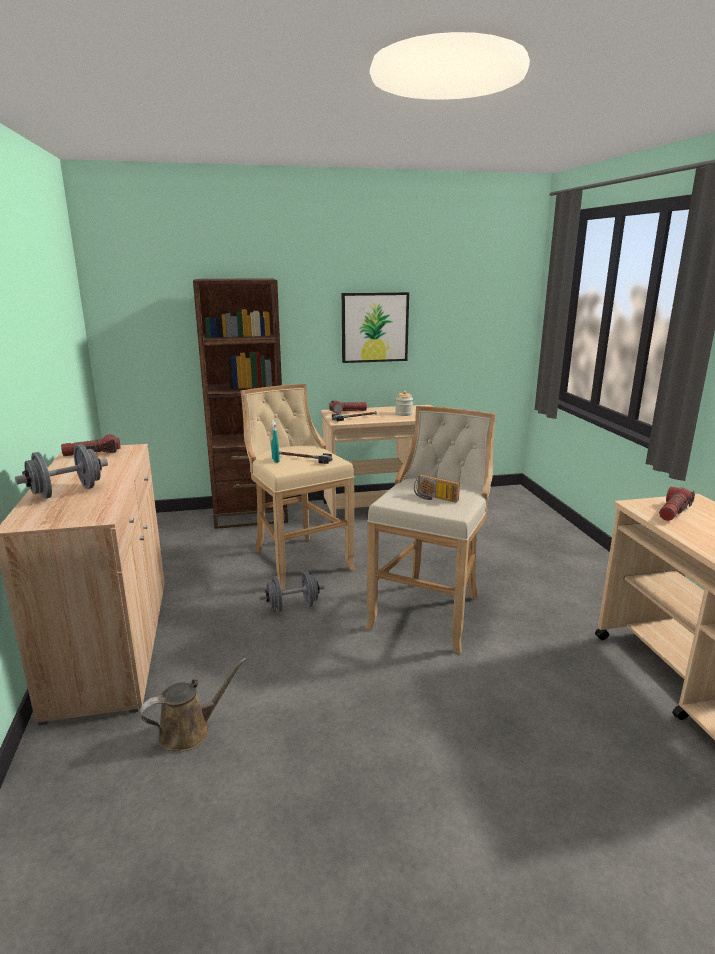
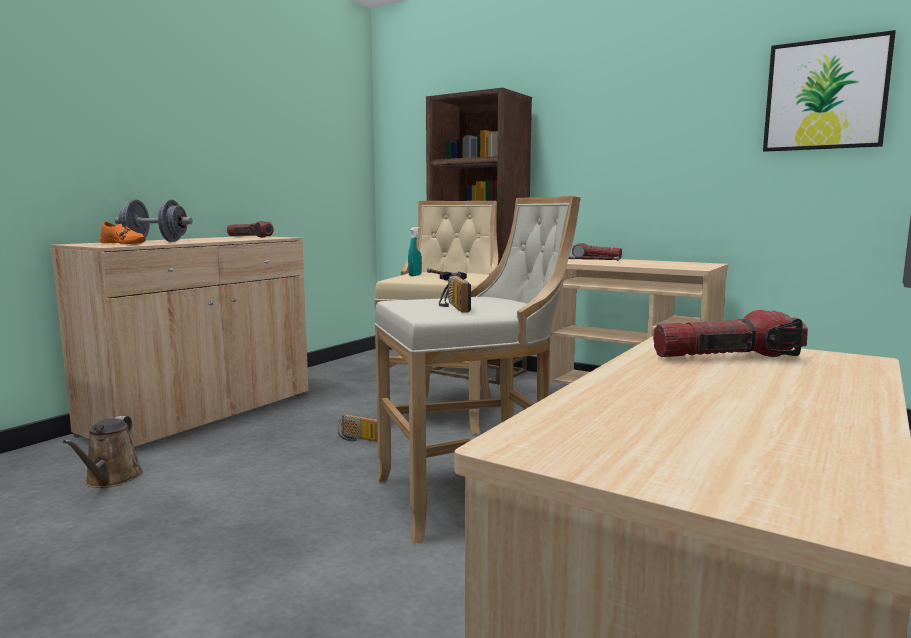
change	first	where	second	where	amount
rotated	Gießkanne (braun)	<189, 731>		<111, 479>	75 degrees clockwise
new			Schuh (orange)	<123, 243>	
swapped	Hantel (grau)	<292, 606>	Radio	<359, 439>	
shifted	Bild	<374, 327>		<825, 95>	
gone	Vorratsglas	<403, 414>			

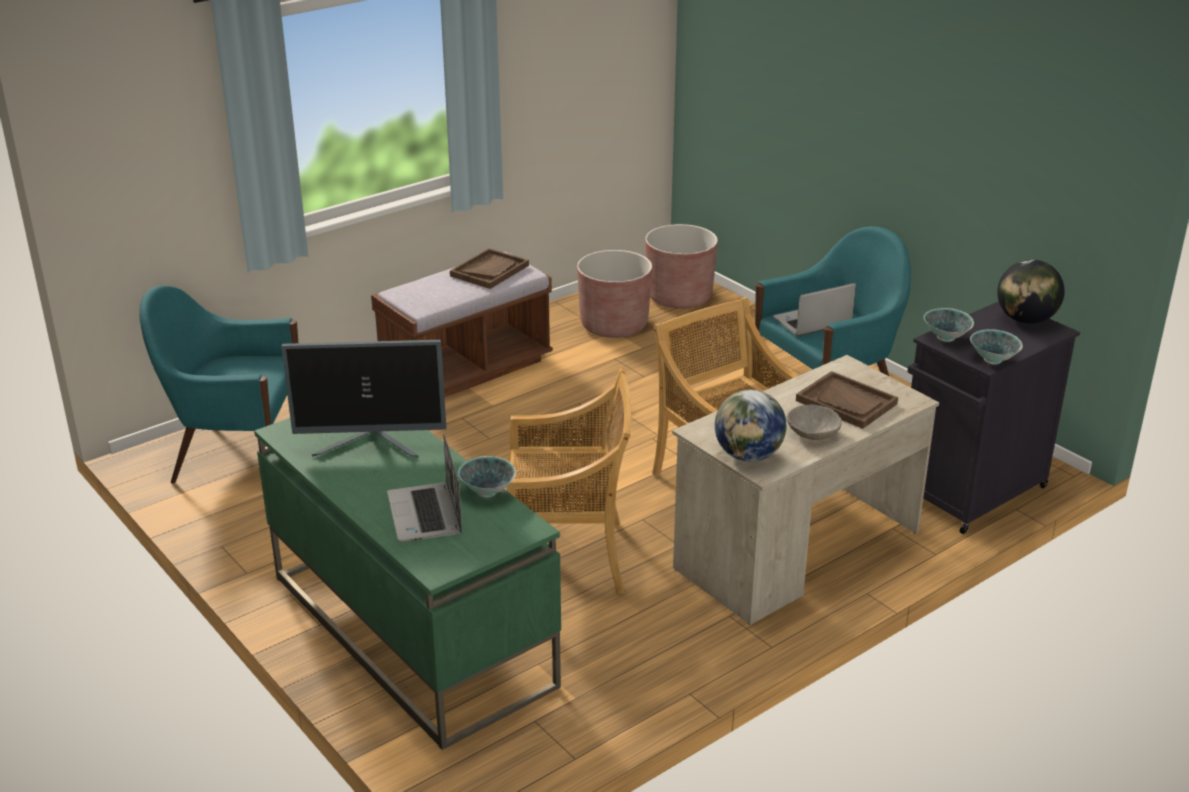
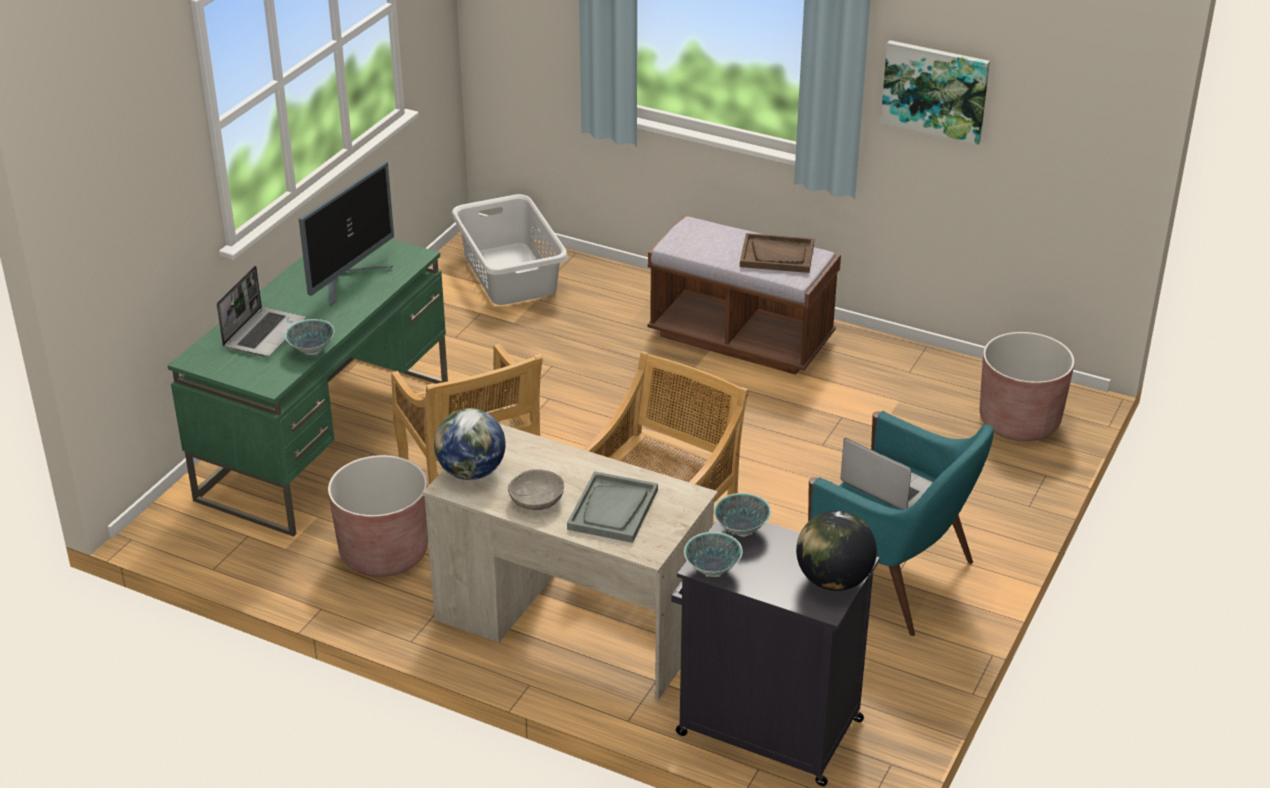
change	first	where	second	where	amount
rotated	Laptop	<426, 515>		<264, 333>	150 degrees clockwise
rotated	Monitor	<371, 445>		<349, 279>	120 degrees counterclockwise
shifted	Pflanzkübel (braun)	<614, 325>		<384, 553>	
swapped	Sessel (türkis)	<236, 453>	Wäschekorb (grau)	<511, 273>	
repainted	Tablett (braun)	<846, 402>	Tablett (grau)	<613, 510>	
new			Bild	<935, 90>	

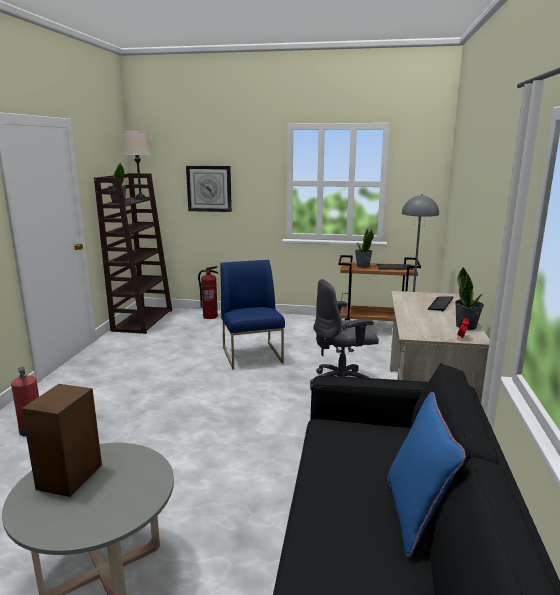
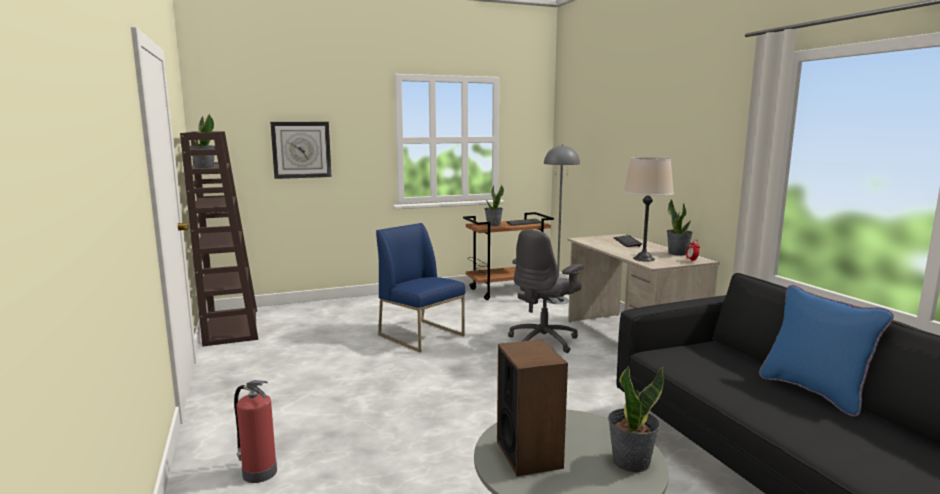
change	first	where	second	where	amount
new			Topfpflanze	<630, 461>	
shifted	Tischlampe (beige)	<140, 198>		<643, 259>	
gone	Feuerlöscher	<210, 316>			

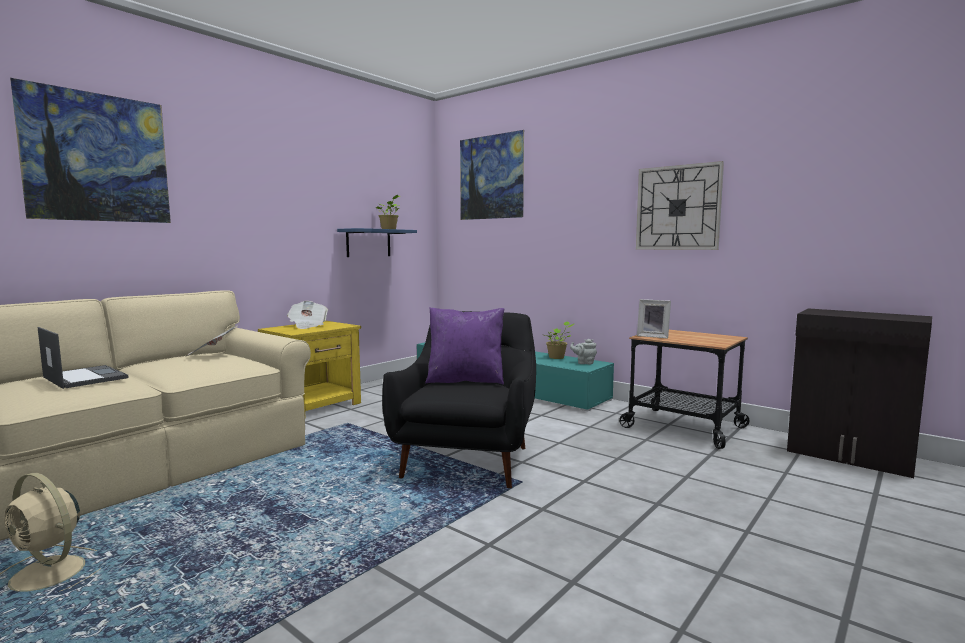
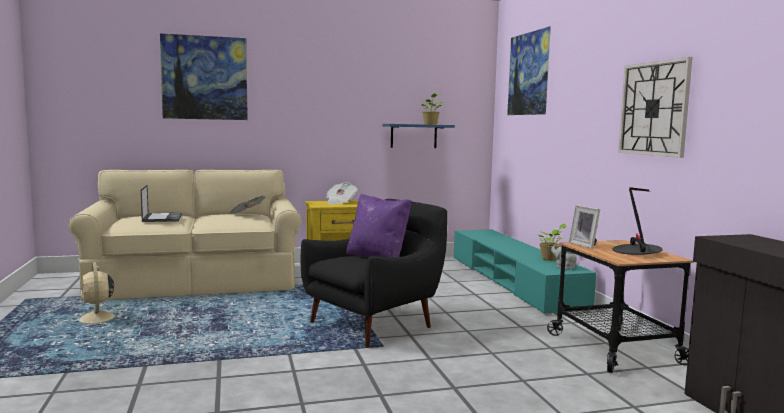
change	first	where	second	where	amount
new			Tischlampe	<636, 251>	

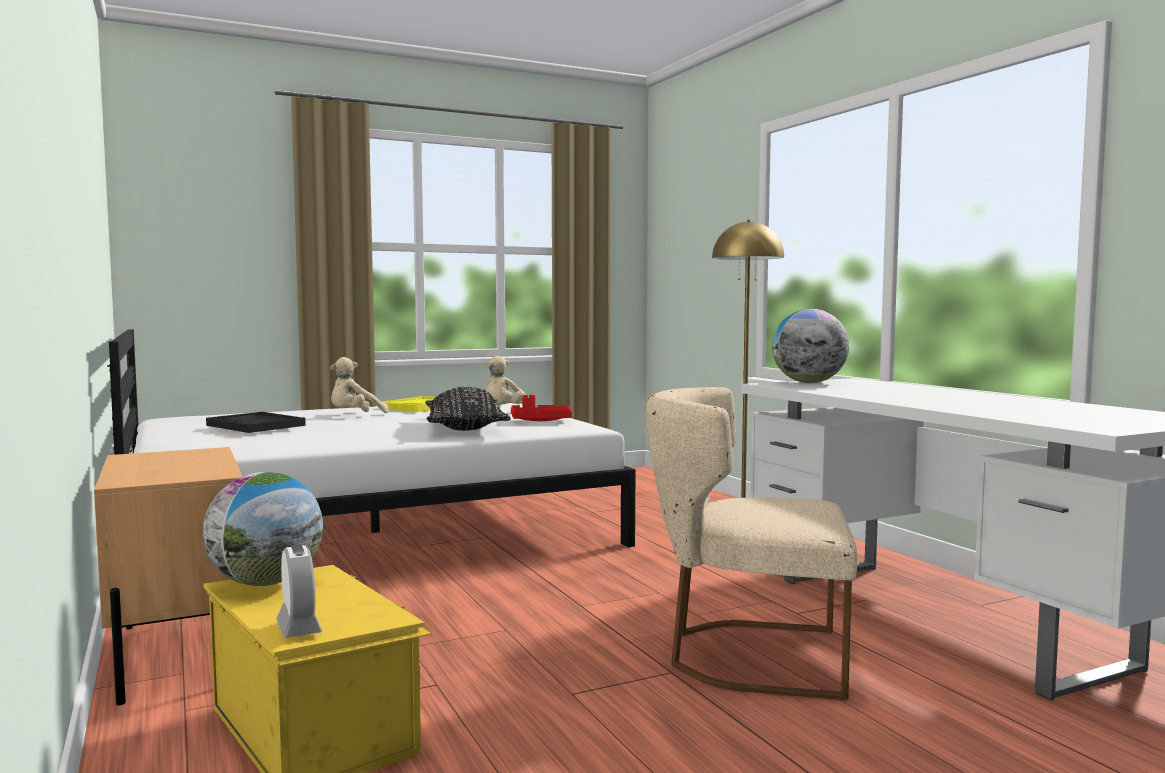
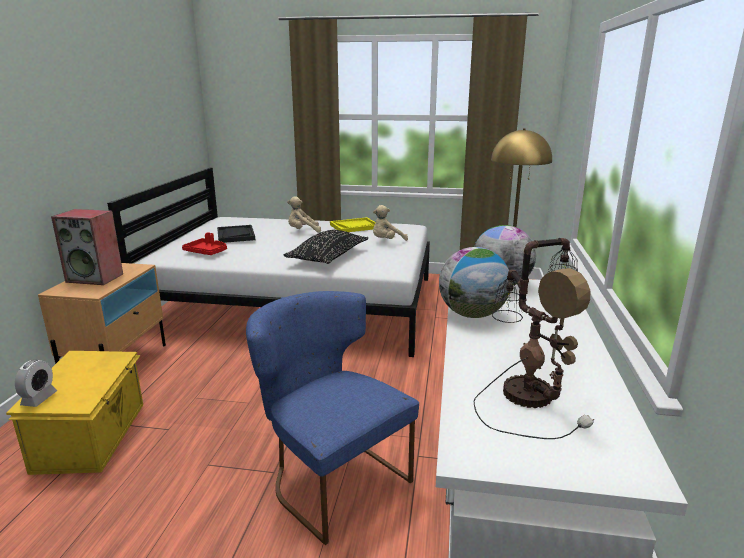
change	first	where	second	where	amount
new			Lautsprecher	<96, 278>	
shifted	Tablett (rot)	<540, 421>		<207, 252>	
repainted	Stuhl (beige)	<746, 655>	Stuhl (blau)	<330, 478>	
shifted	Globus	<266, 583>		<472, 314>	
new			Tischlampe	<527, 392>	

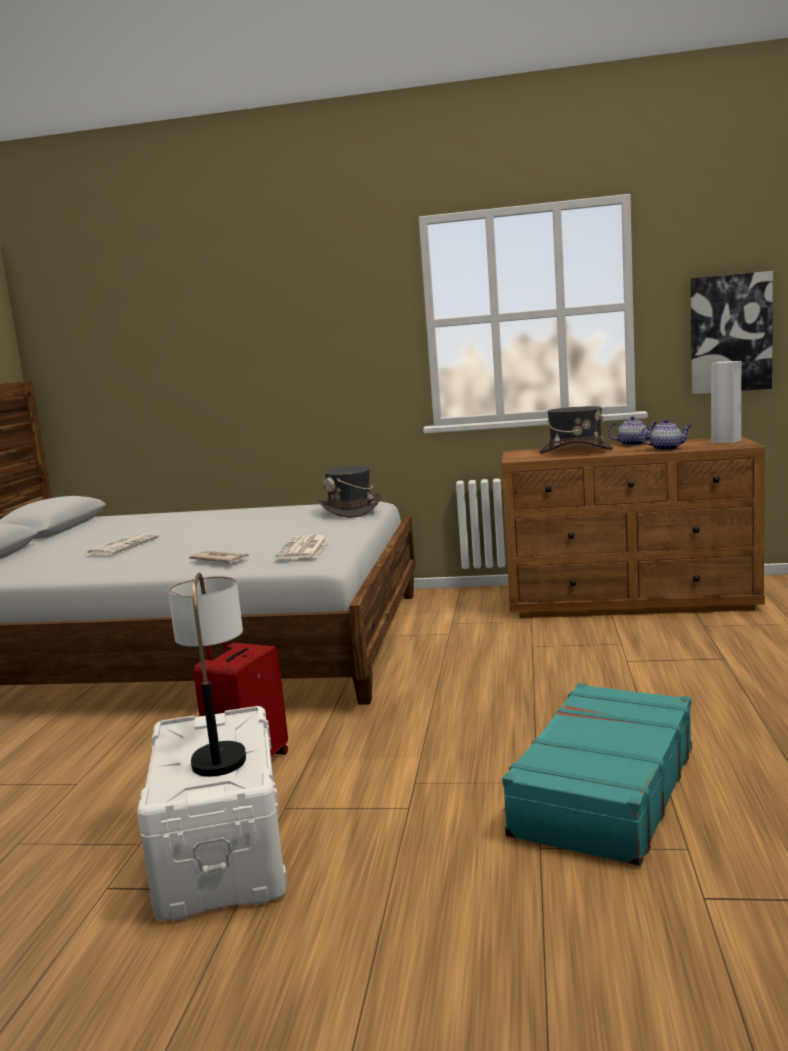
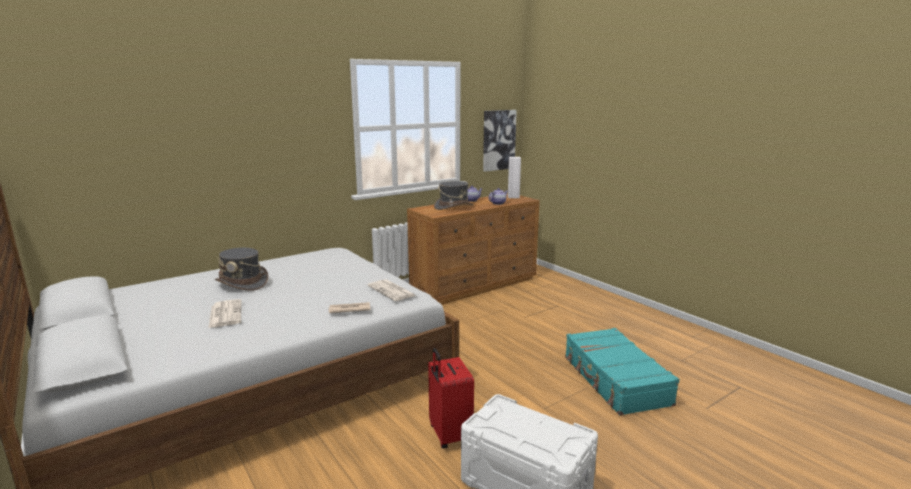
change	first	where	second	where	amount
shifted	Hut (grau)	<351, 511>		<242, 283>	
gone	Tischlampe	<221, 747>			

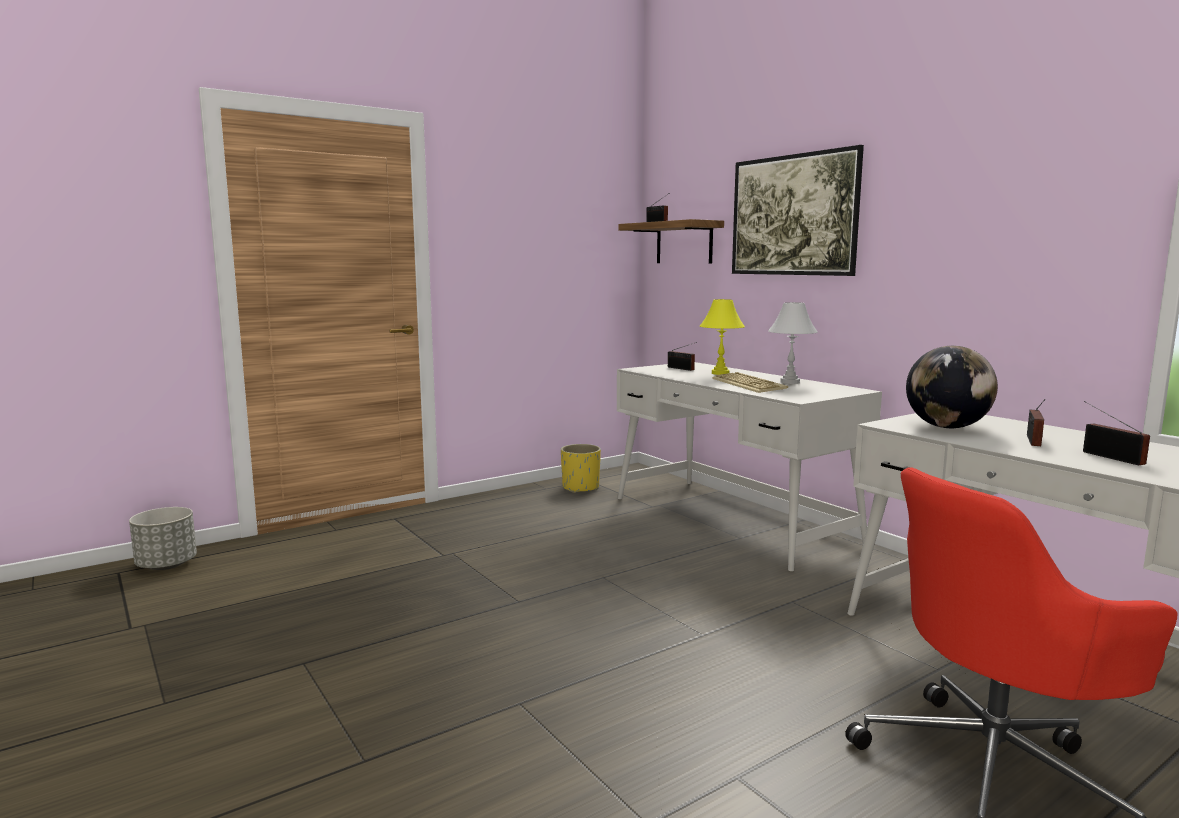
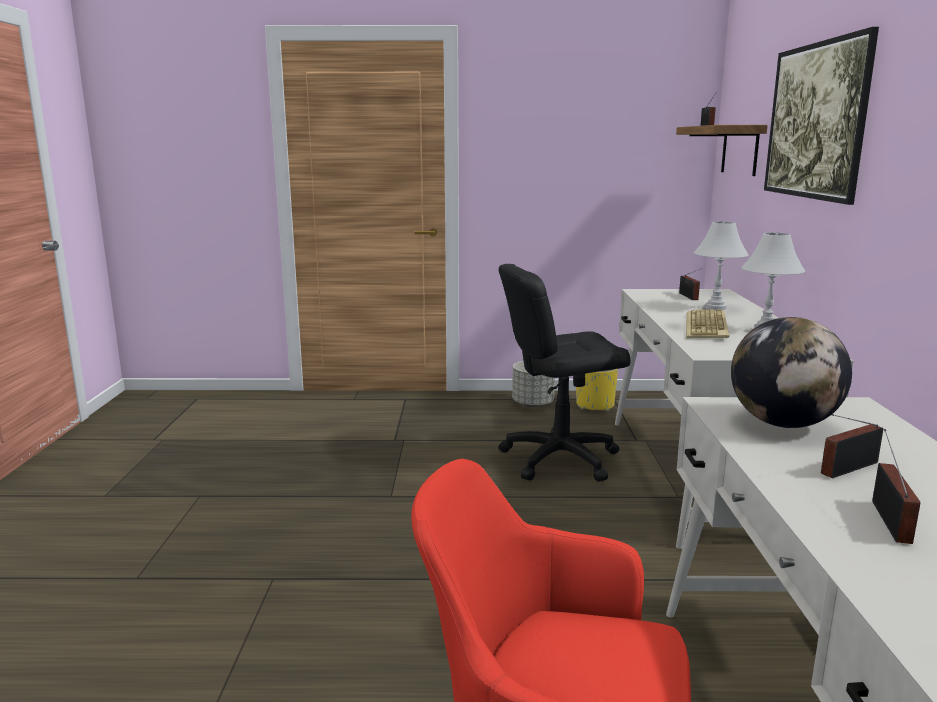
change	first	where	second	where	amount
new			Bürostuhl (schwarz)	<559, 458>	
shifted	Pflanzkübel (grau)	<166, 565>		<533, 404>	
repainted	Tischlampe (gelb)	<720, 373>	Tischlampe (weiß)	<716, 308>	

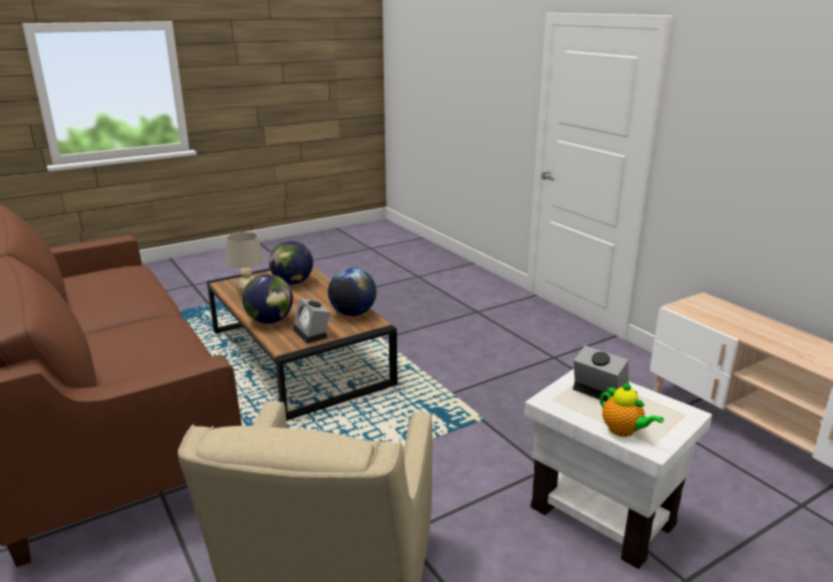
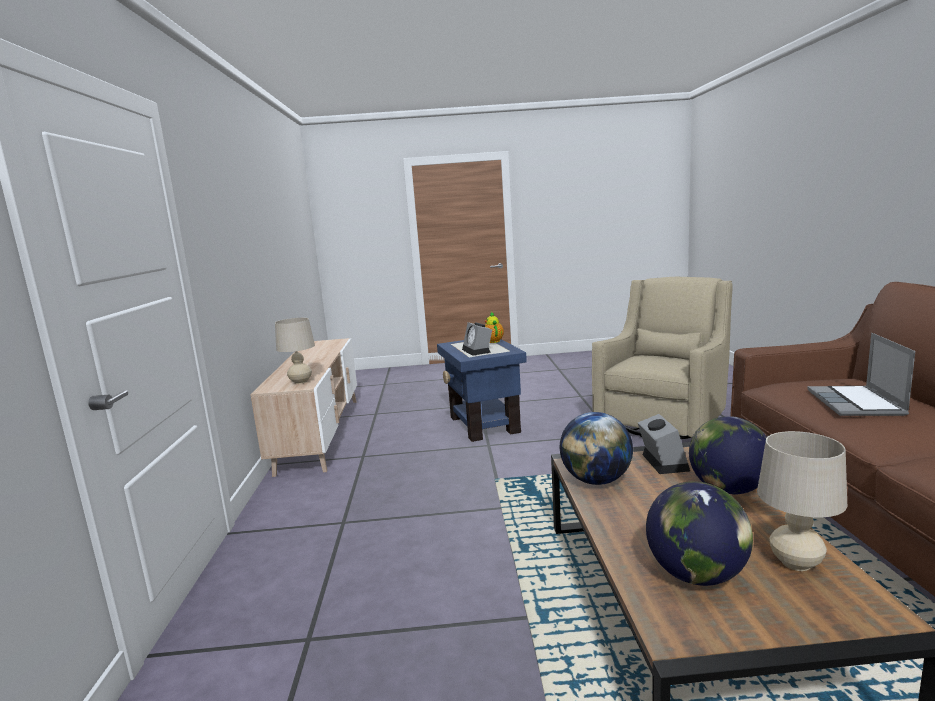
change	first	where	second	where	amount
new			Tischlampe (beige)	<300, 382>	
repainted	Beistelltisch (weiß)	<602, 514>	Beistelltisch (blau)	<483, 424>	
new			Laptop	<856, 403>	

